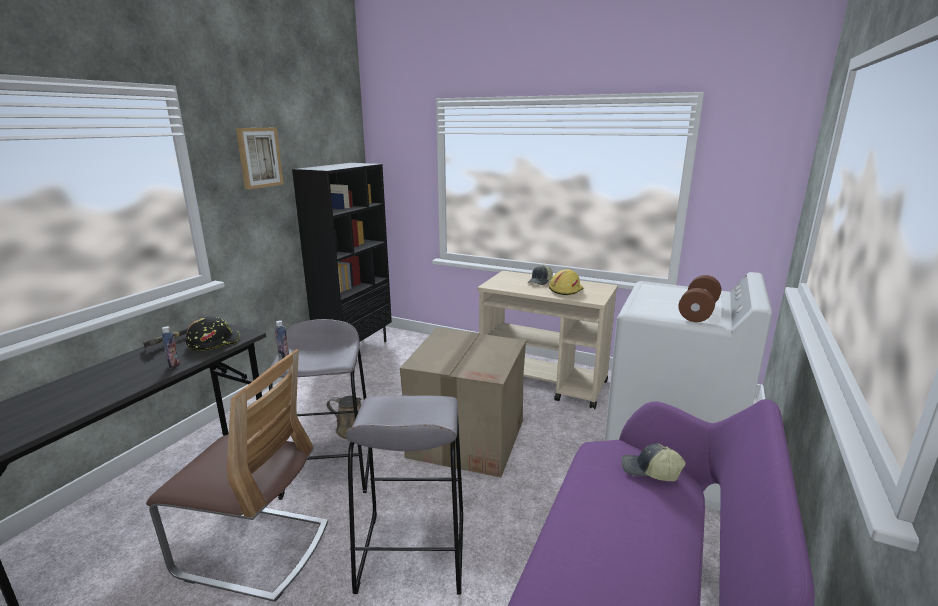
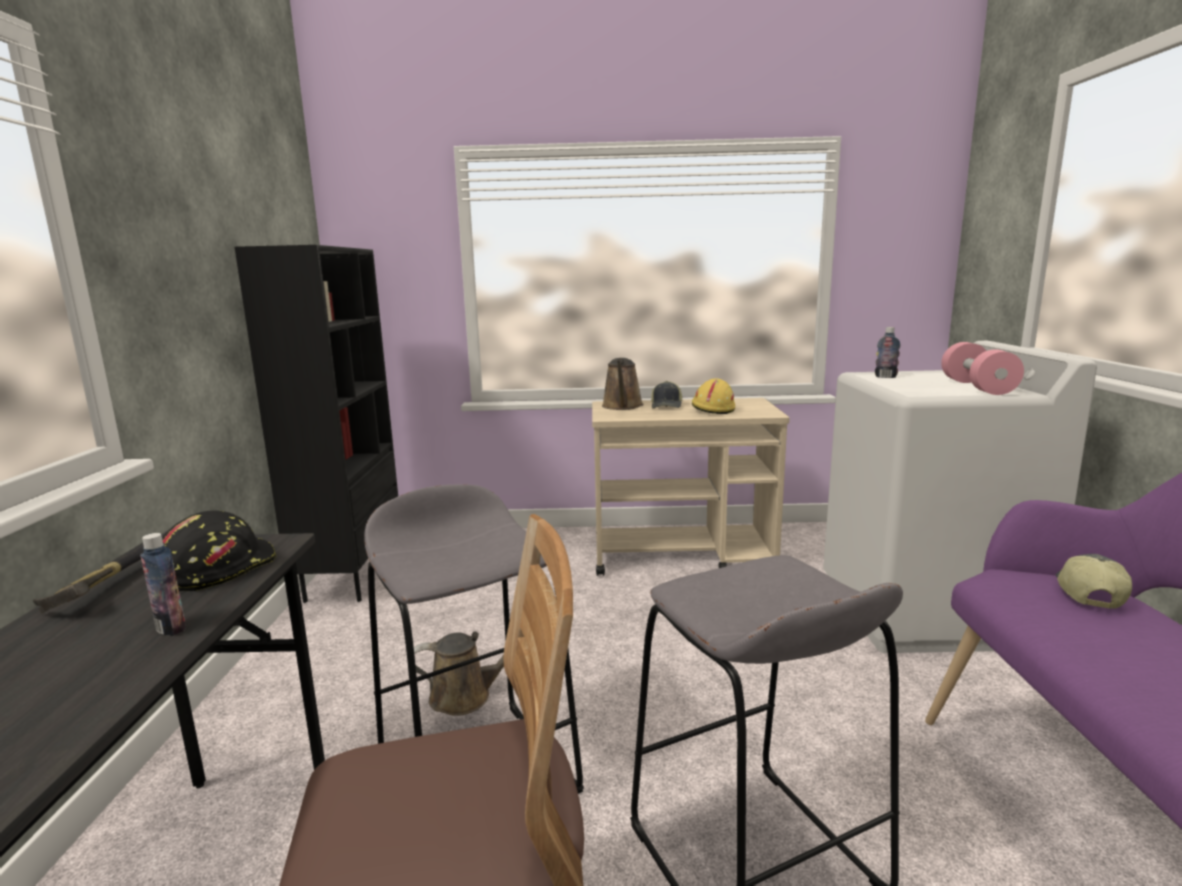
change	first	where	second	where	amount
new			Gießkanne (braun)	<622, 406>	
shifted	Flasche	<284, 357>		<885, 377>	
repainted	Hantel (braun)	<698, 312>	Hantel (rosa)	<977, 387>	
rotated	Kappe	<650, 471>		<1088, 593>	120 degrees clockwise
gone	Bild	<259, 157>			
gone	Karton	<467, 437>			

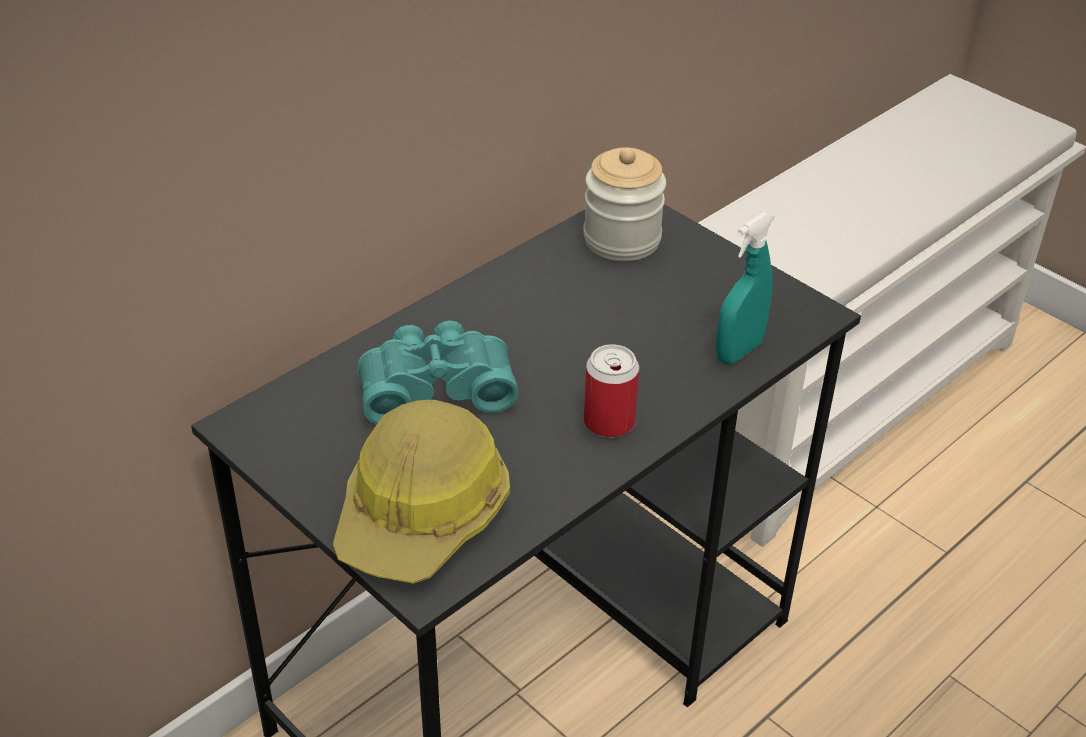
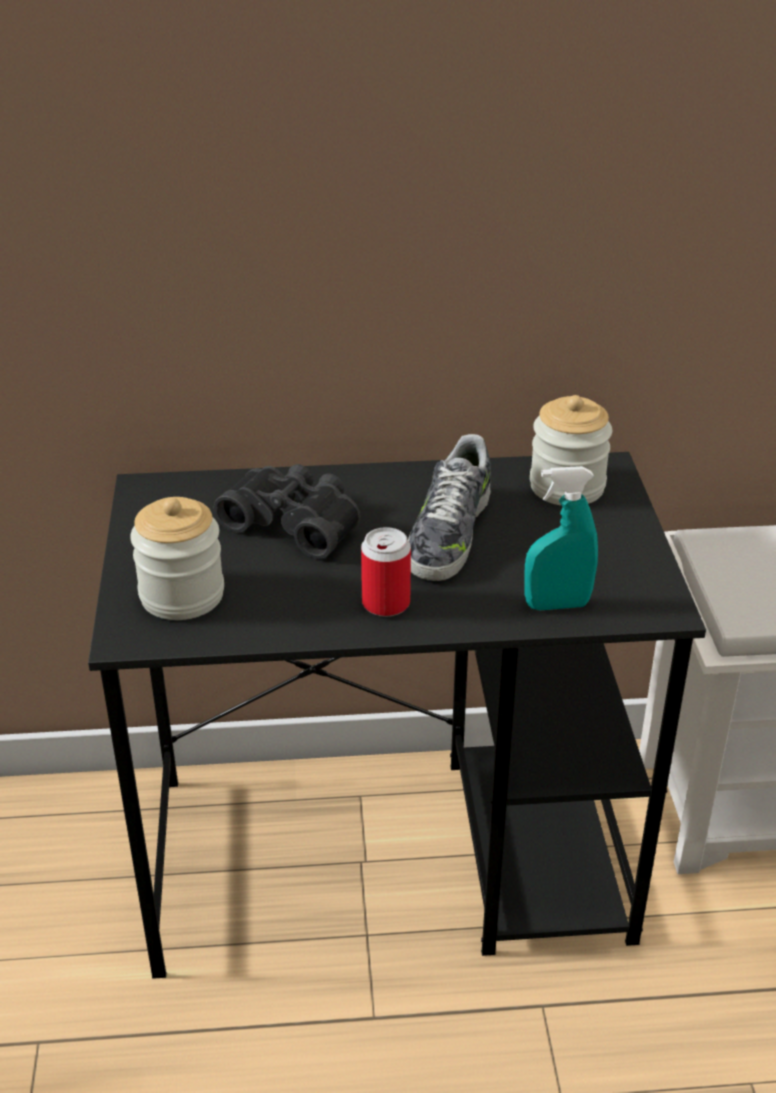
change	first	where	second	where	amount
swapped	Schutzhelm	<423, 513>	Vorratsglas	<182, 595>	
repainted	Fernglas (türkis)	<435, 387>	Fernglas (schwarz)	<295, 522>	
new			Schuh	<448, 533>	

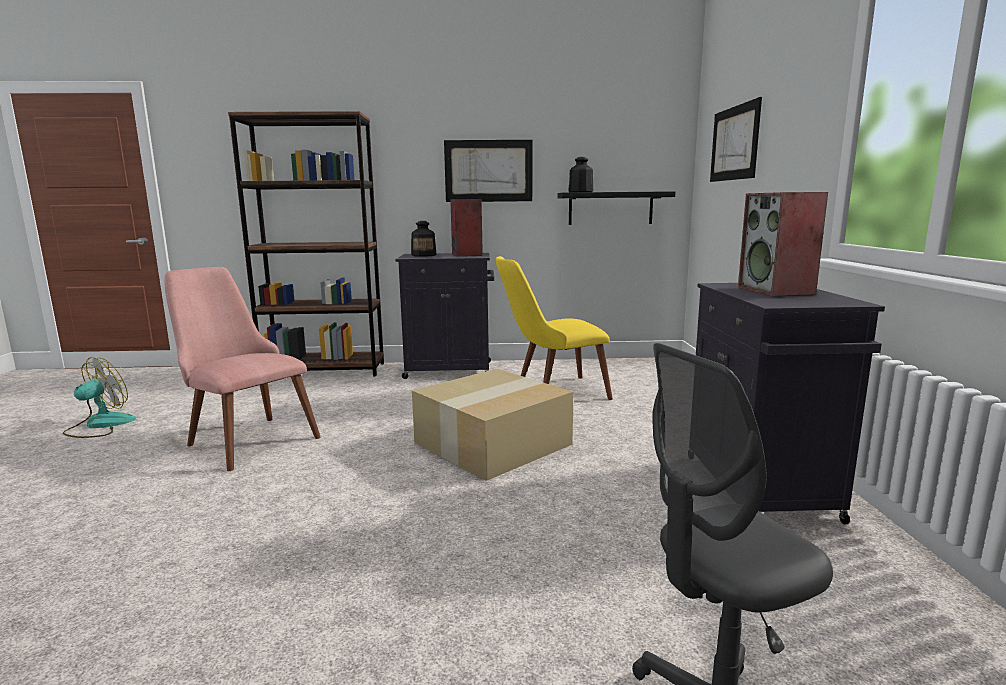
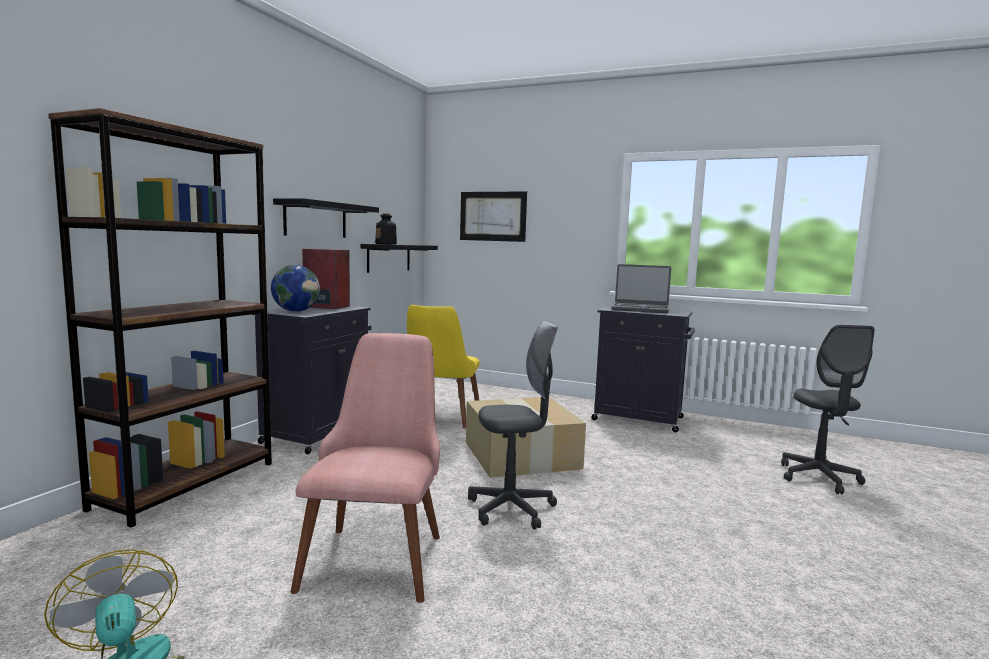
change	first	where	second	where	amount
swapped	Flasche	<424, 255>	Globus	<296, 311>	
swapped	Bild	<488, 171>	Wandregal (schwarz)	<316, 220>	
rotated	Stuhl (rosa)	<244, 438>		<378, 551>	120 degrees clockwise
new			Bürostuhl (grau)	<511, 509>	
swapped	Lautsprecher	<776, 291>	Laptop	<640, 309>	

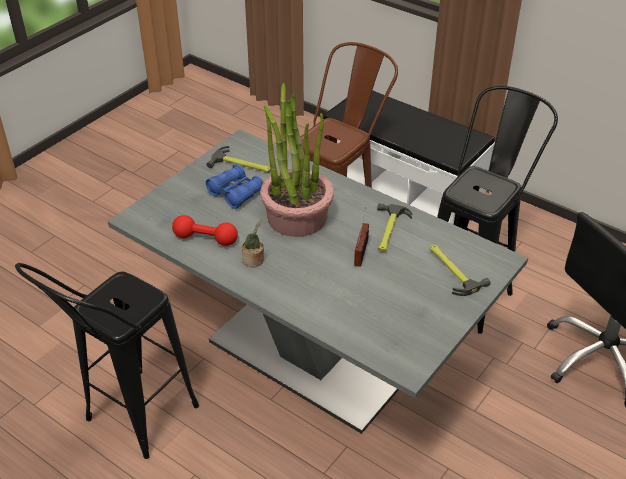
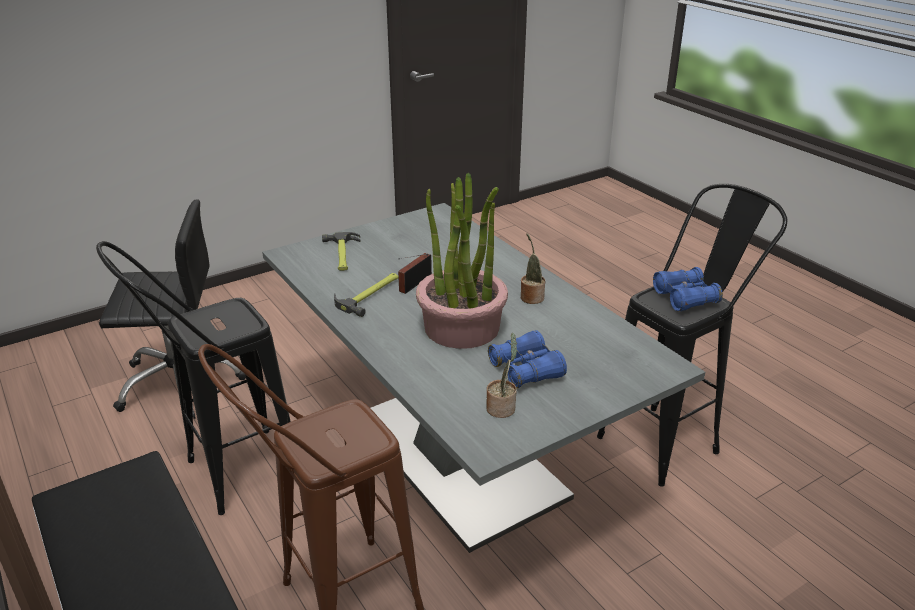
change	first	where	second	where	amount
swapped	Hammer	<242, 165>	Topfpflanze	<502, 407>	
new			Fernglas (blau)	<685, 298>	
gone	Hantel (rot)	<205, 239>			

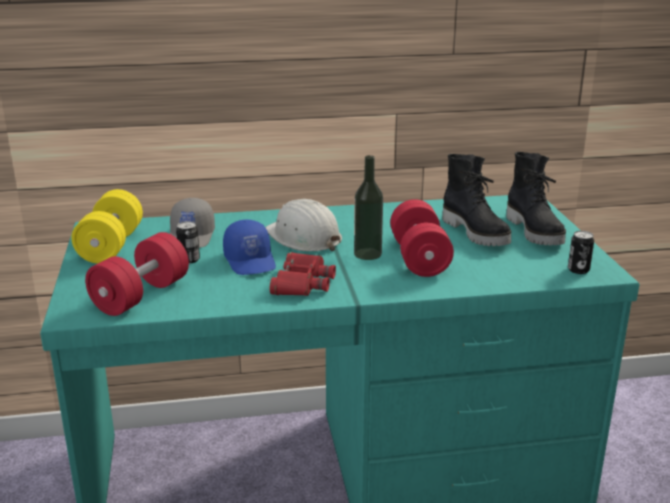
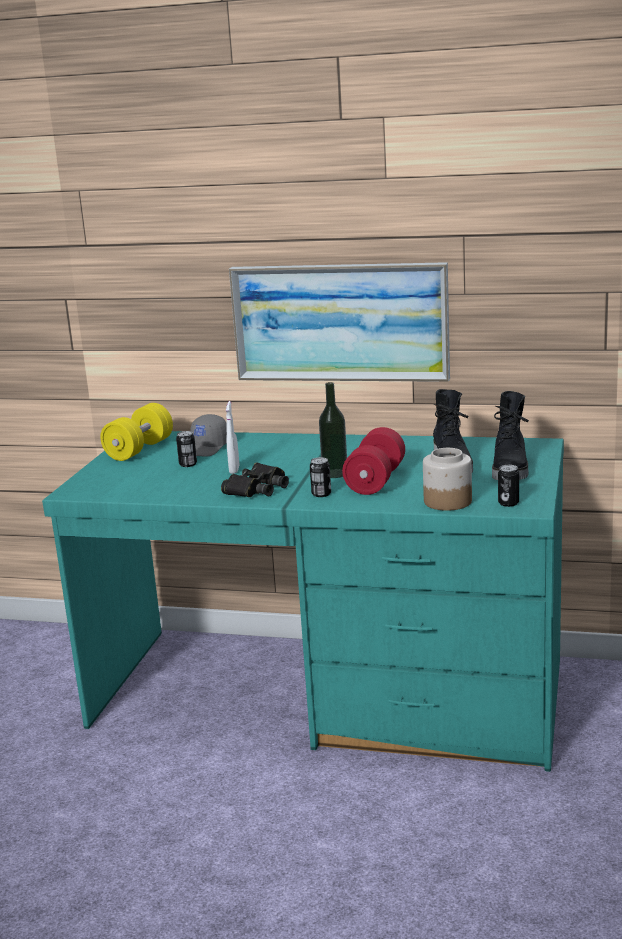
change	first	where	second	where	amount
repainted	Fernglas (rot)	<302, 282>	Fernglas (schwarz)	<257, 488>	
swapped	Kappe (blau)	<251, 261>	Sprühflasche (weiß)	<234, 470>	
new			Bild	<340, 322>	
new			Dose	<321, 494>	
new			Vorratsglas	<447, 502>	
gone	Hantel (rot)	<141, 296>			
gone	Schutzhelm (weiß)	<304, 237>			

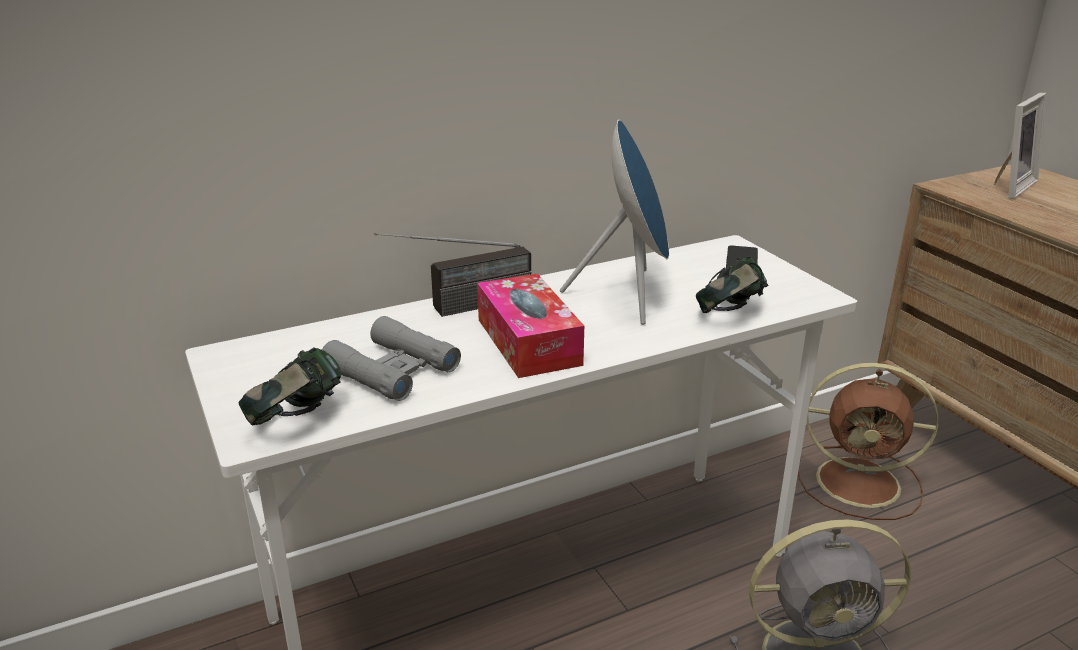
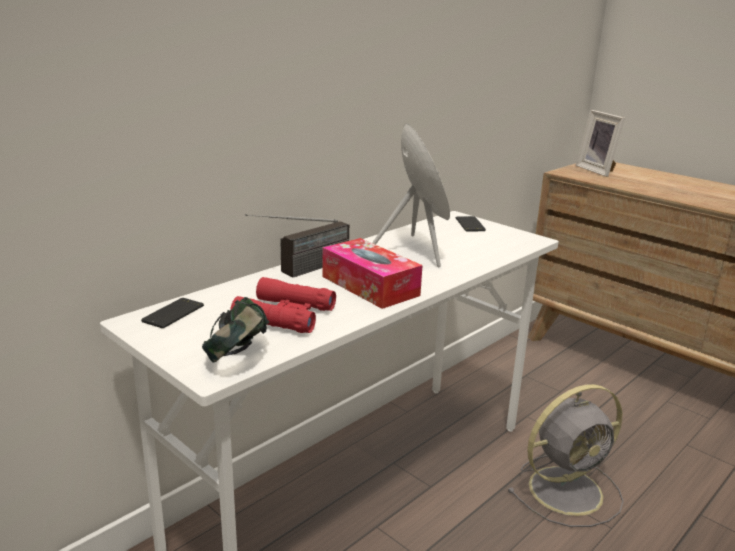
change	first	where	second	where	amount
new			Handy	<173, 313>	
repainted	Fernglas (grau)	<392, 370>	Fernglas (rot)	<285, 315>	
rotated	Bilderrahmen	<1008, 186>		<598, 170>	135 degrees clockwise
gone	Kopfhörer	<729, 314>			
gone	Ventilator (braun)	<862, 483>			

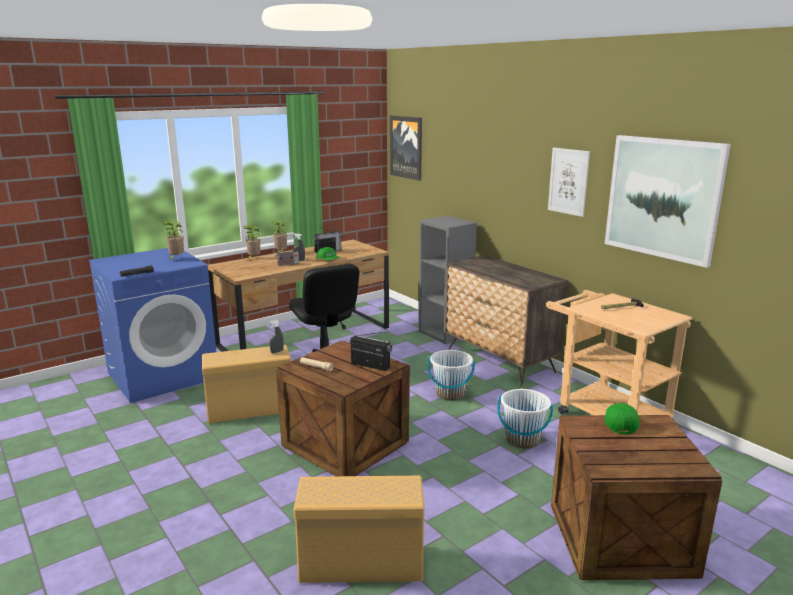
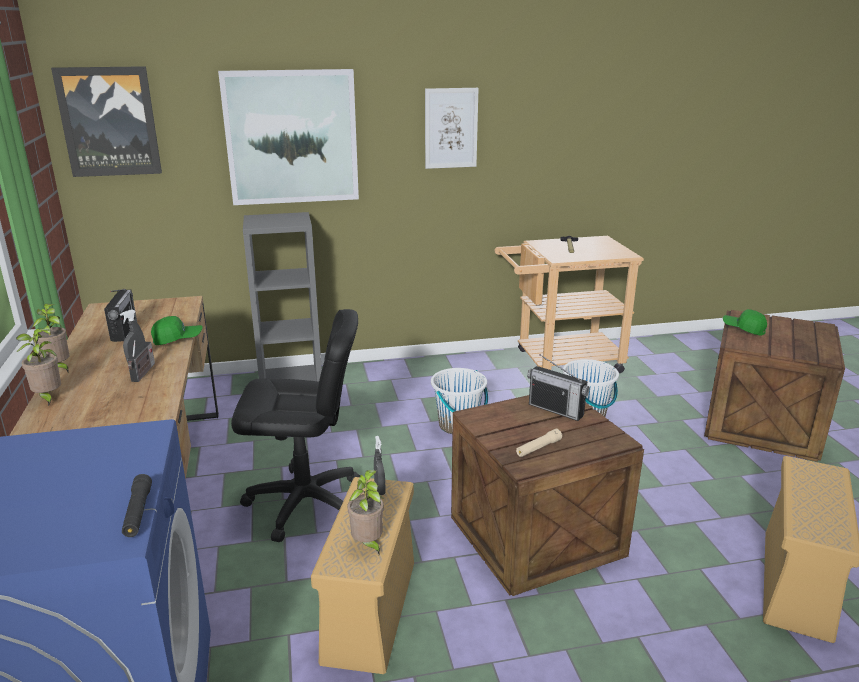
change	first	where	second	where	amount
shifted	Bild	<663, 198>		<292, 137>	
shifted	Topfpflanze	<176, 259>		<368, 544>	
rotated	Radio	<370, 365>		<556, 410>	105 degrees counterclockwise
gone	Kommode	<500, 361>			

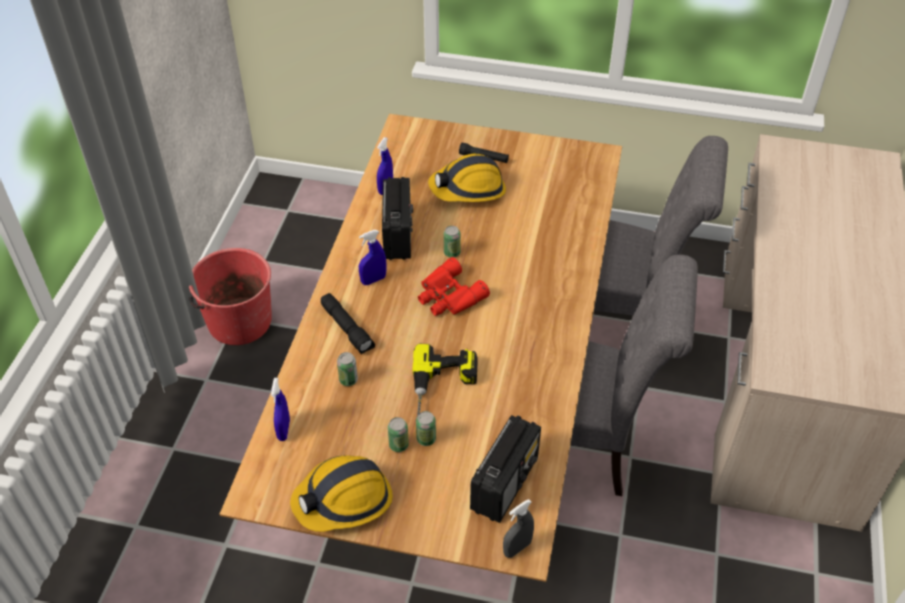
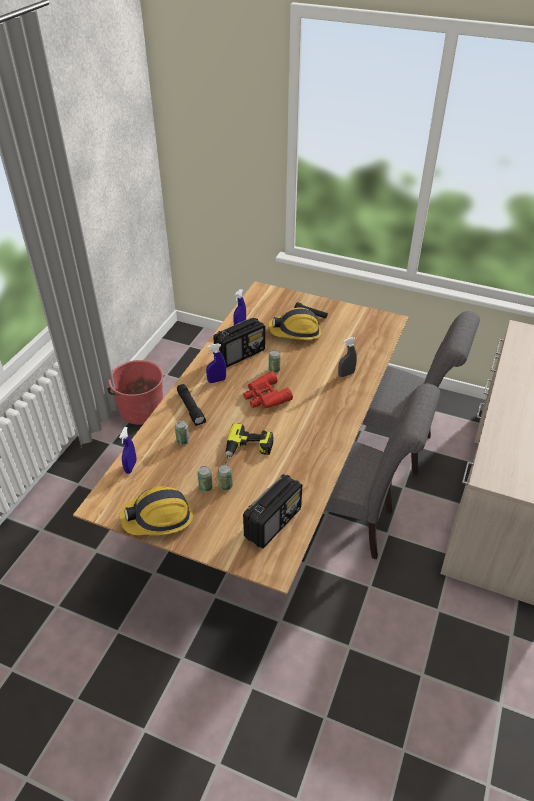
change	first	where	second	where	amount
rotated	Radio	<398, 234>		<240, 354>	45 degrees clockwise
shifted	Sprühflasche (grau)	<517, 548>		<346, 374>	

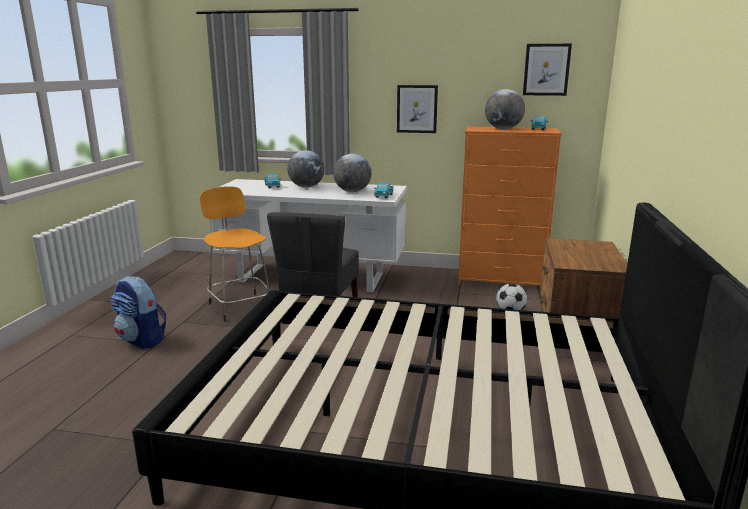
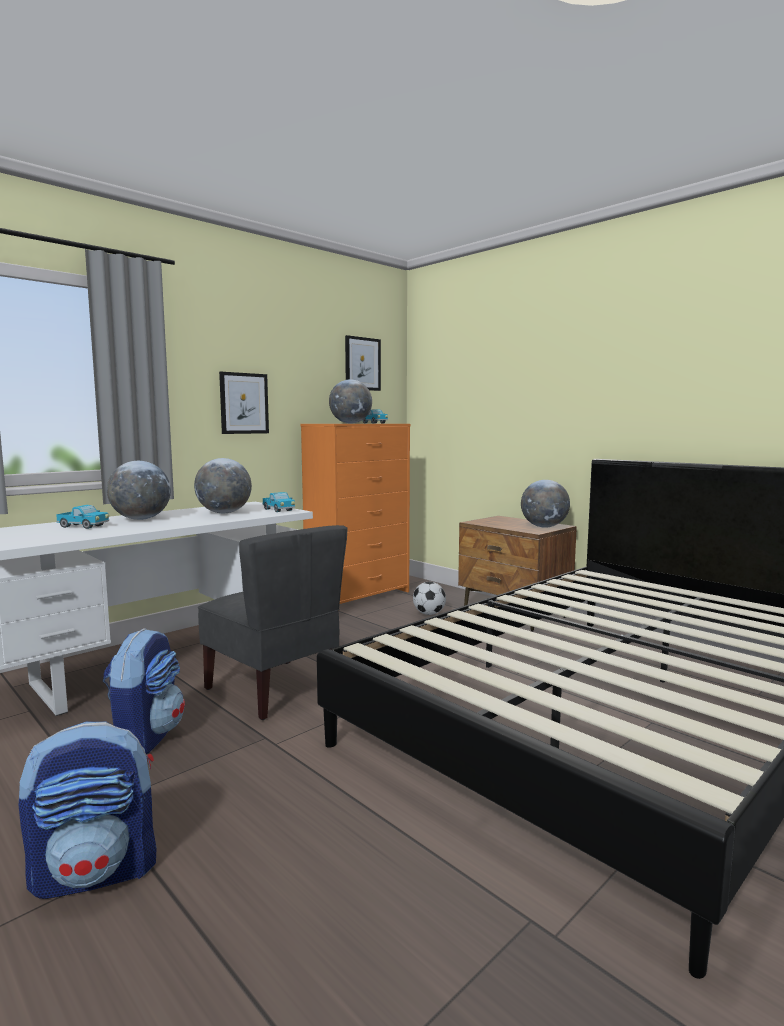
change	first	where	second	where	amount
swapped	Hocker (orange)	<240, 306>	Rucksack	<146, 737>	
new			Globus	<544, 527>	

